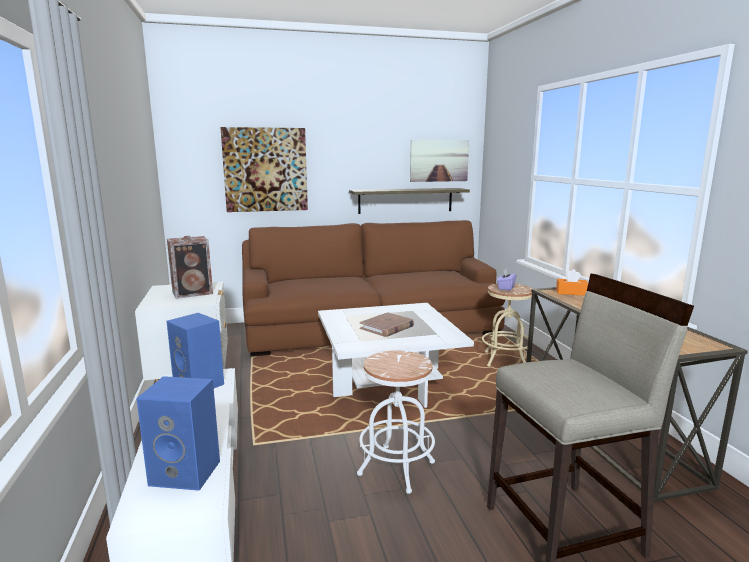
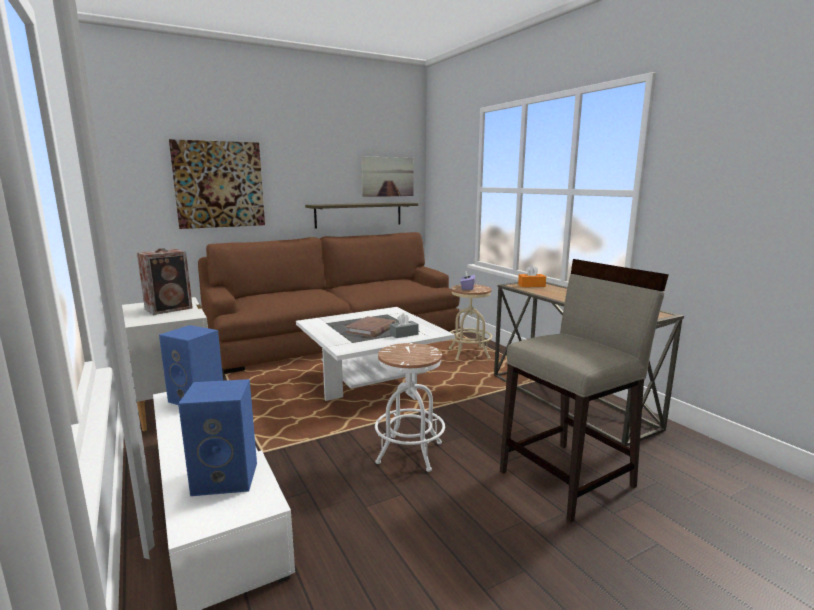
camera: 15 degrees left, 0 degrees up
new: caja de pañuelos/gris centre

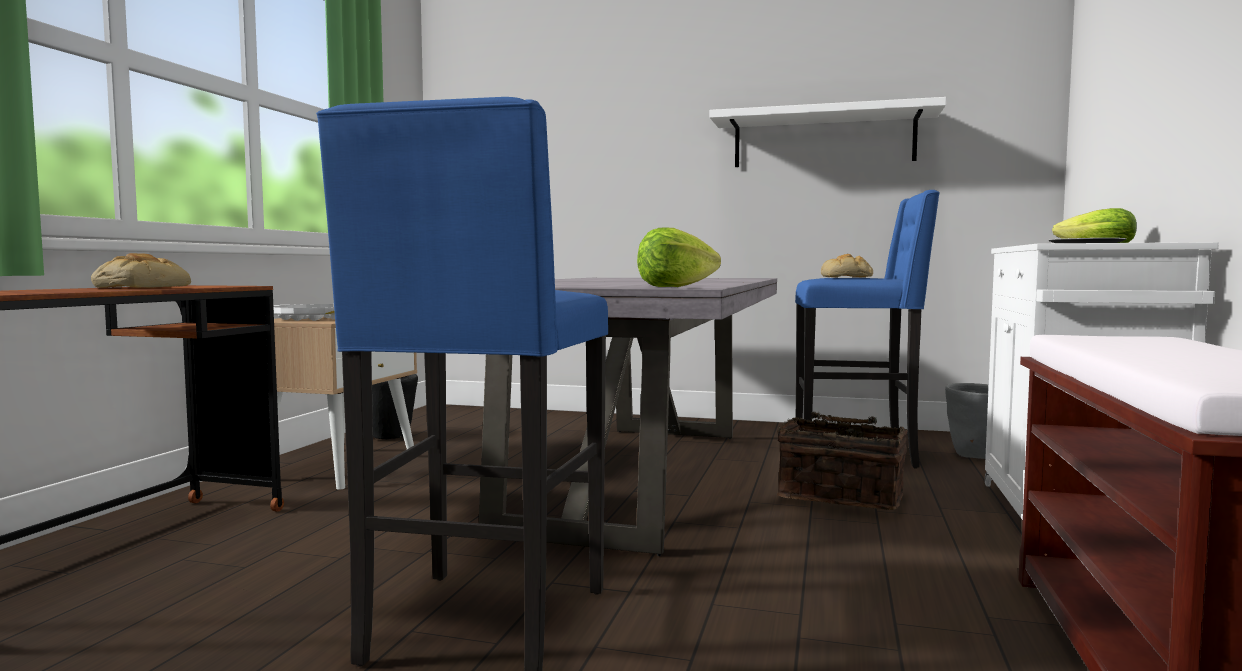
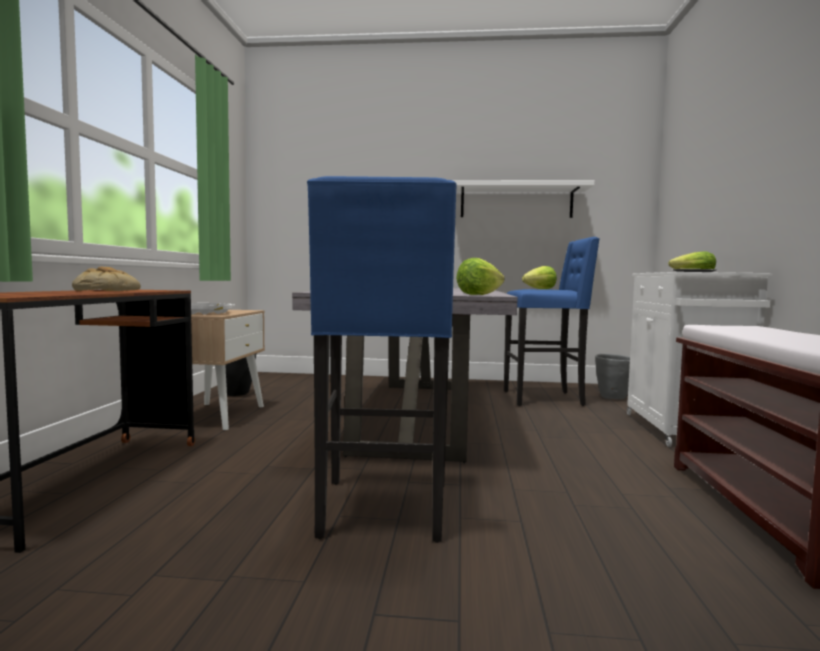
camera: 10 degrees left, 0 degrees up
gone: cesta bottom right
swapped: pan (no. 2 from left) middle right to lechuga (no. 2 from left) centre

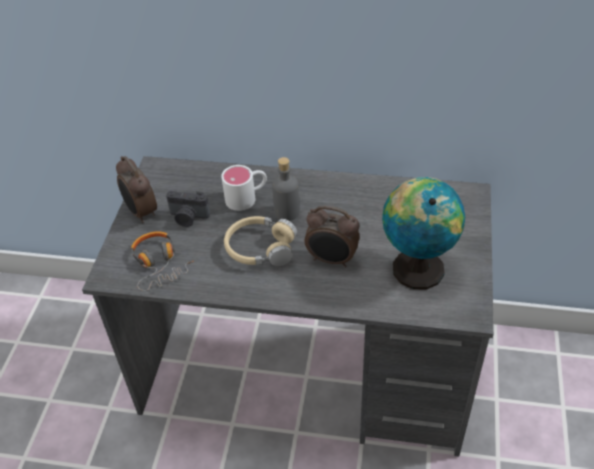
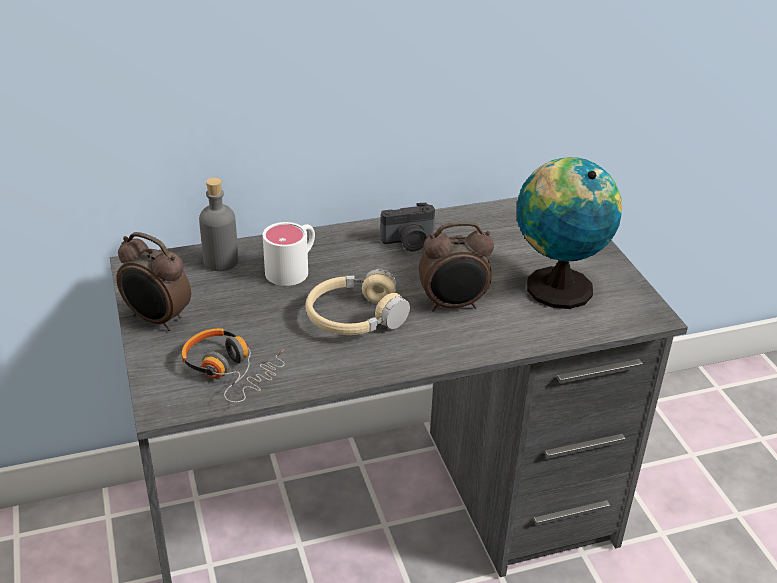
camera: 30 degrees left, 10 degrees down
shifted: botella/gris centre to middle left; cámara middle left to centre

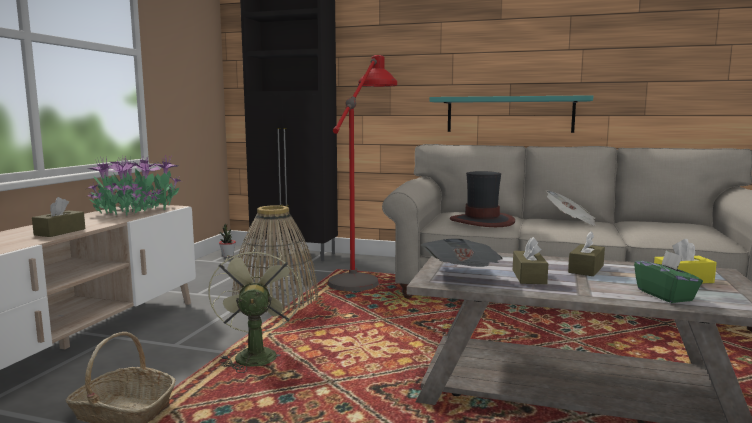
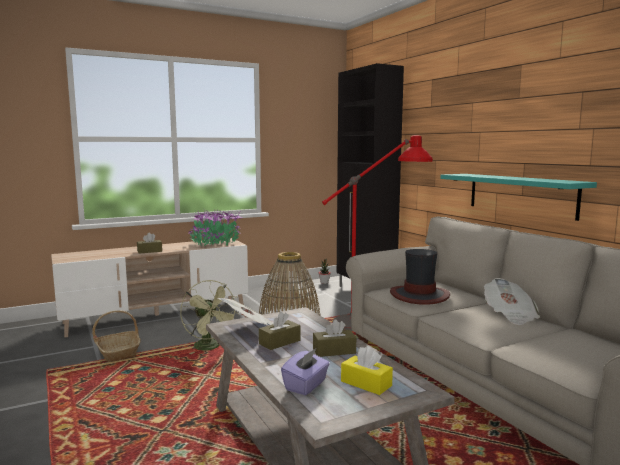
camera: 45 degrees right, 0 degrees up
repainted: caja de pañuelos/verde middle right to caja de pañuelos/morado bottom centre
rotated: ventilador/verde bottom centre = bottom centre 105 degrees clockwise

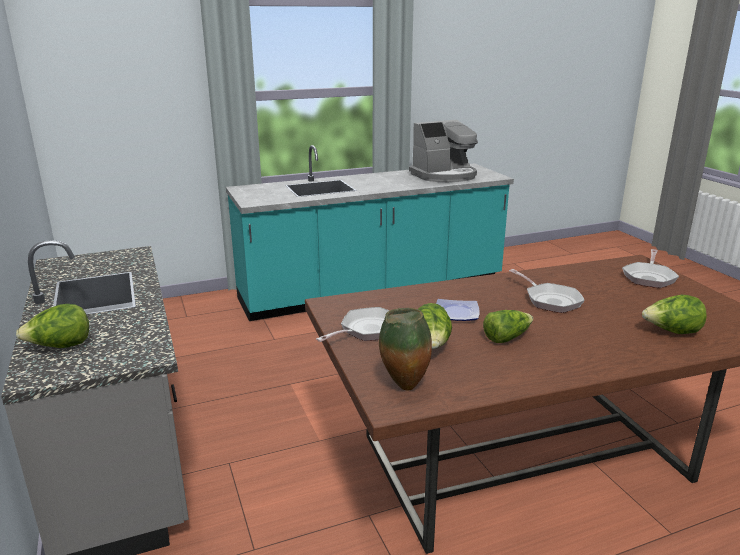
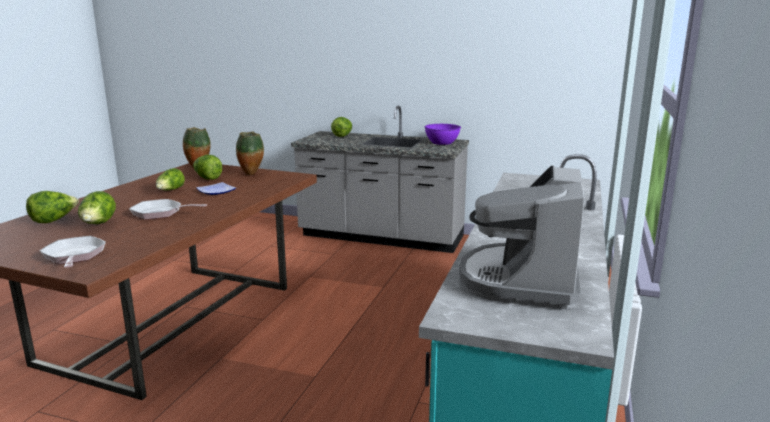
camera: 130 degrees right, 5 degrees down
new: lechuga (no. 2 from left) middle left; cuenco/morado top centre
swapped: sartén (no. 1 from left) centre to florero (no. 2 from left) middle left

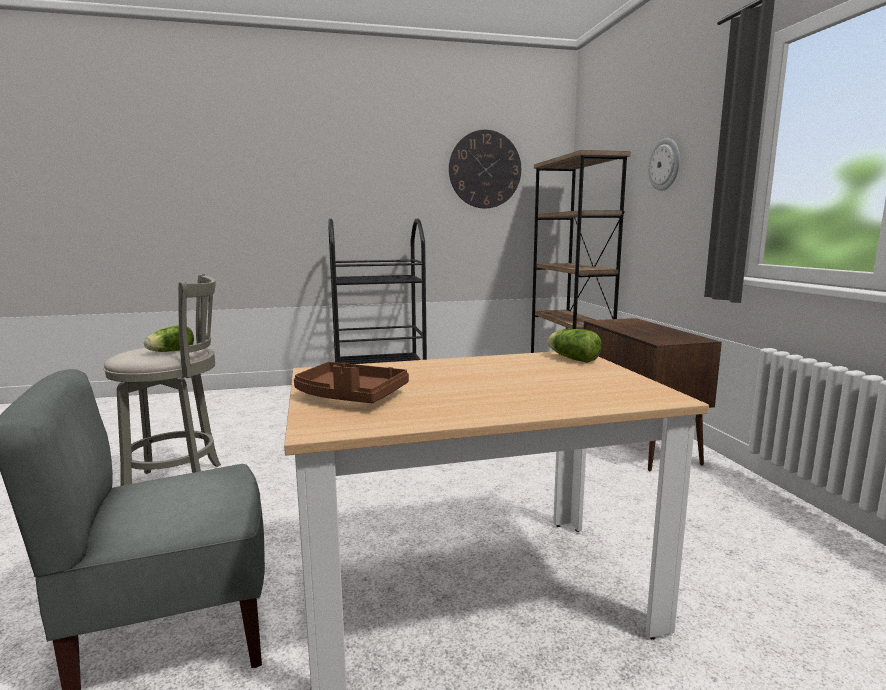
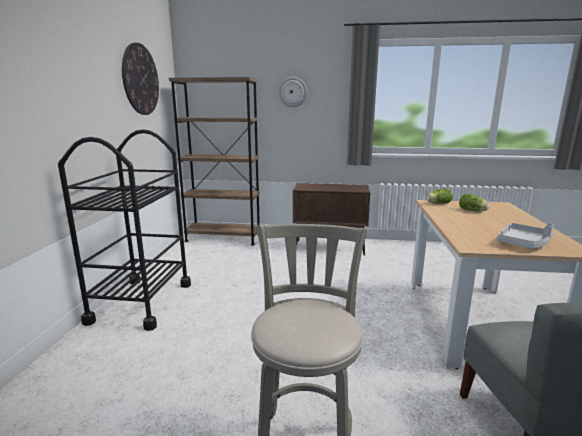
camera: 70 degrees left, 5 degrees up
shifted: lechuga (no. 1 from left in the first image) middle left to lechuga (no. 2 from left) middle right
repainted: bandeja/marrón centre to bandeja/gris middle right

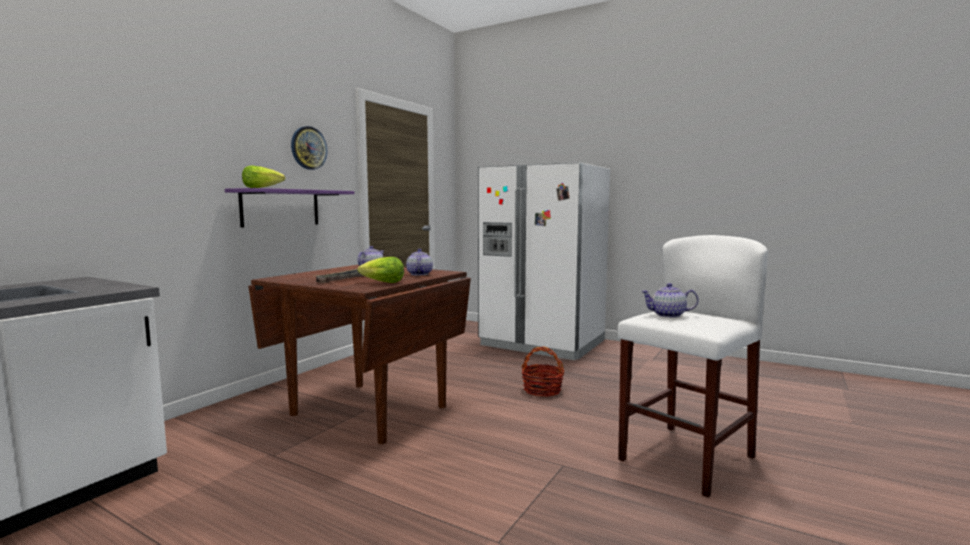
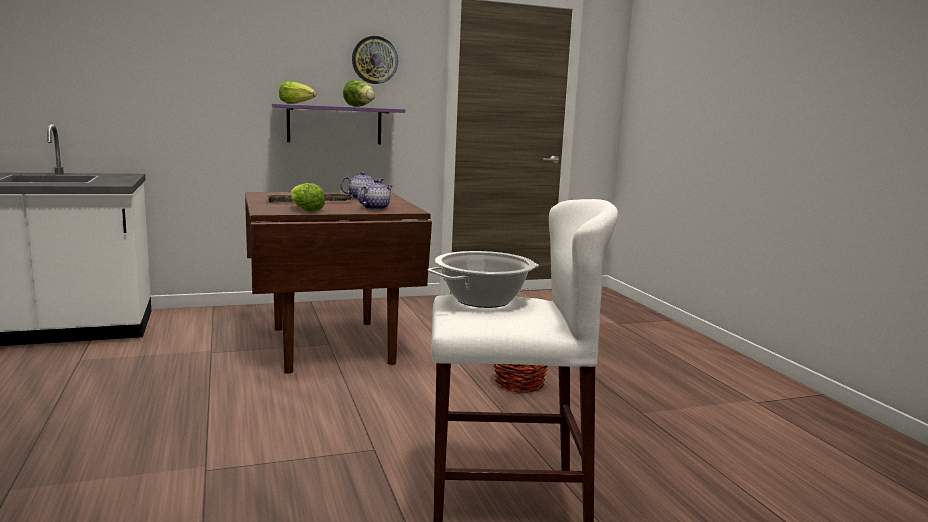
camera: 40 degrees right, 5 degrees up
gone: nevera/blanco centre
new: lechuga (no. 3 from left) top centre
swapped: tetera (no. 3 from left) middle right to olla centre

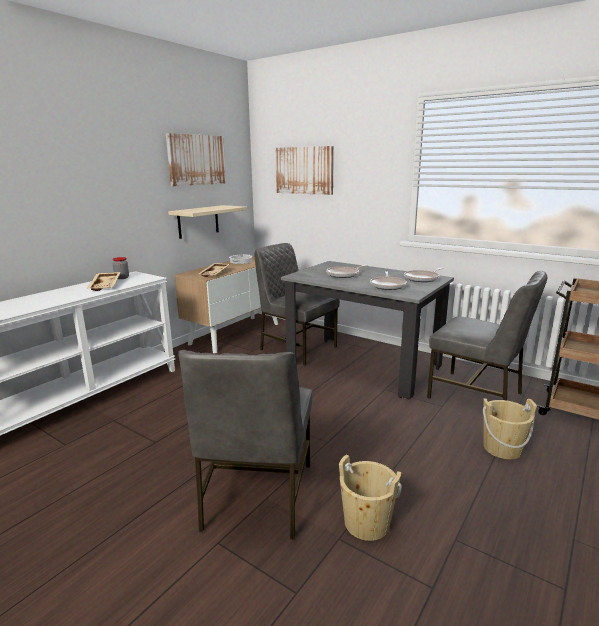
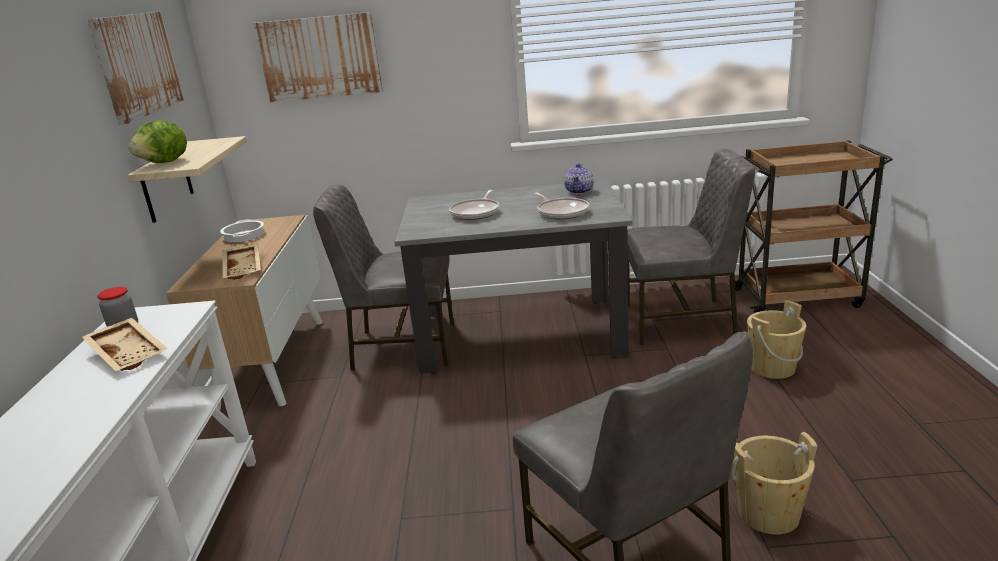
camera: 35 degrees left, 5 degrees up
new: lechuga top left
swapped: sartén (no. 3 from left) middle right to tetera top centre

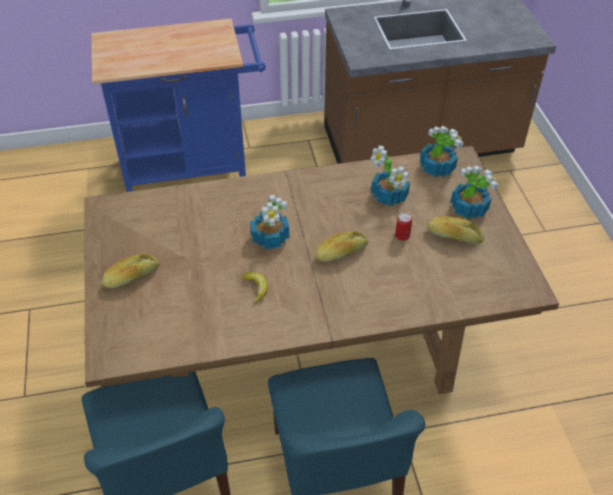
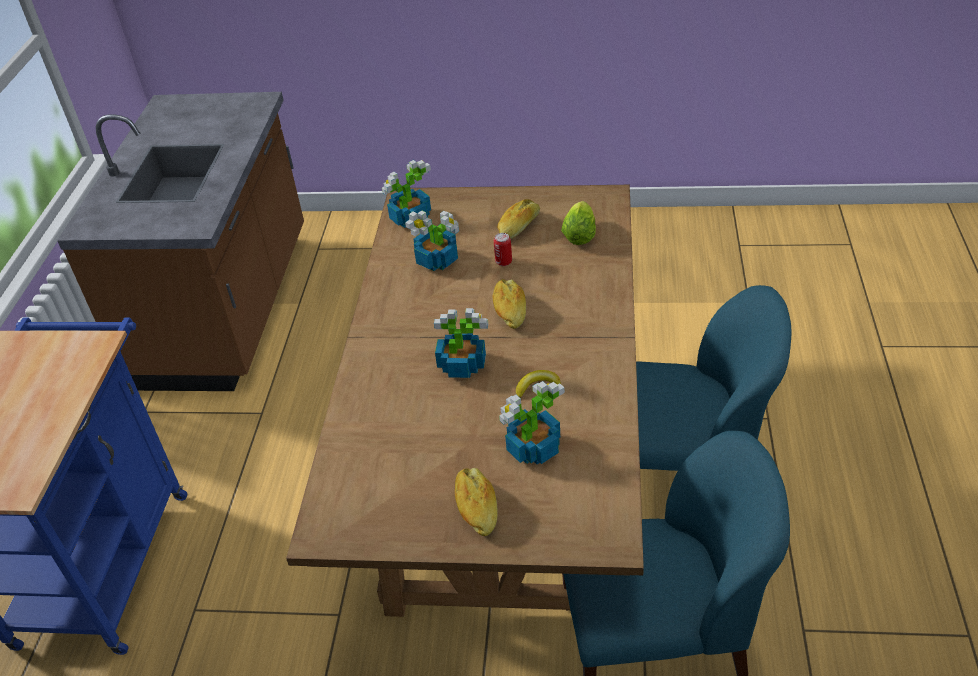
camera: 70 degrees left, 5 degrees down
new: lechuga top centre
shifted: planta en maceta (no. 4 from left) middle right to centre

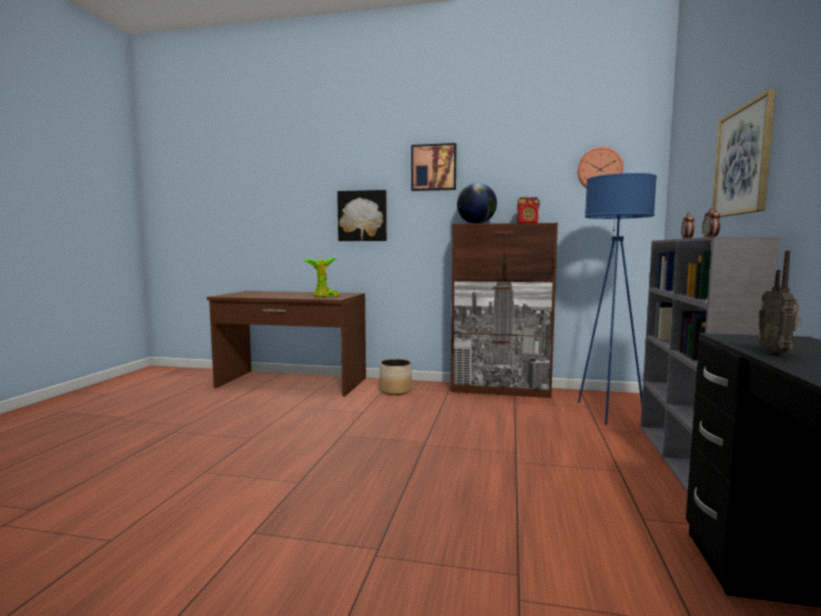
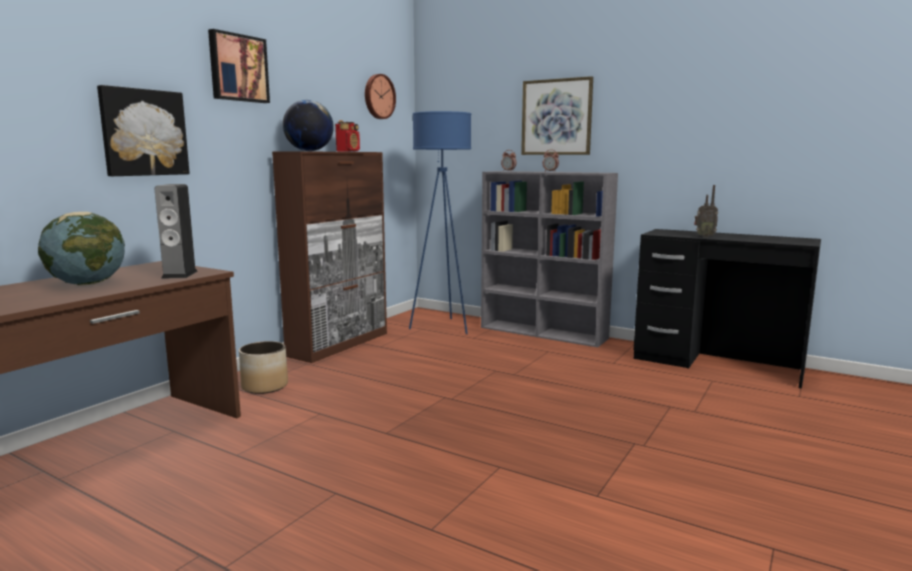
camera: 70 degrees left, 5 degrees up
new: globo terráqueo (no. 1 from left) middle left
swapped: planta en maceta centre to altavoz middle left

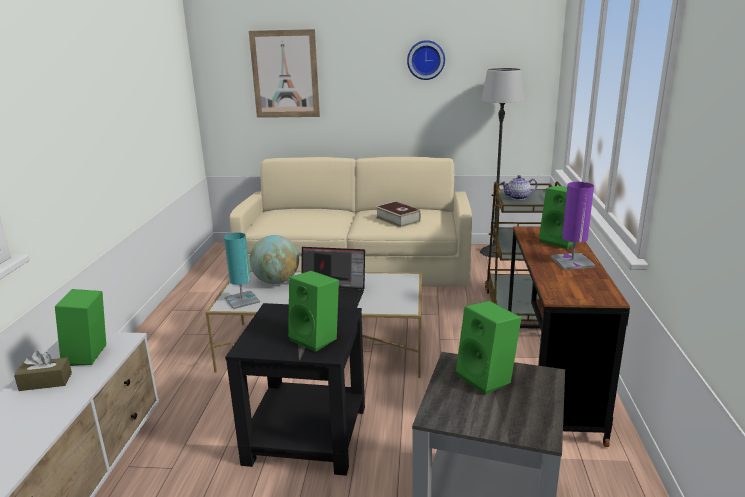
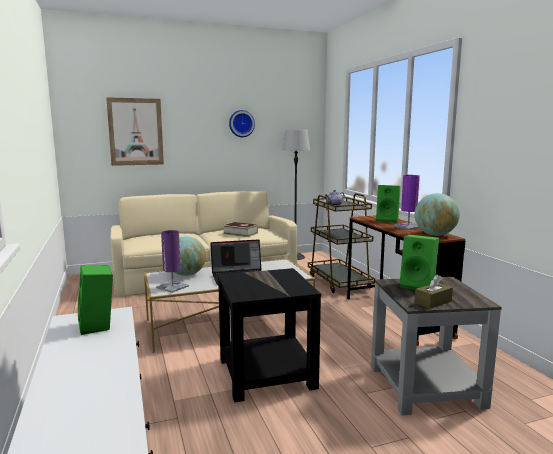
camera: 25 degrees left, 10 degrees down
gone: altavoz/verde (no. 2 from left) centre
new: globo terráqueo (no. 2 from left) middle right
shifted: caja de pañuelos/marrón bottom left to middle right
repainted: lámpara de mesa/turquesa middle left to lámpara de mesa/morado (no. 1 from left) middle left

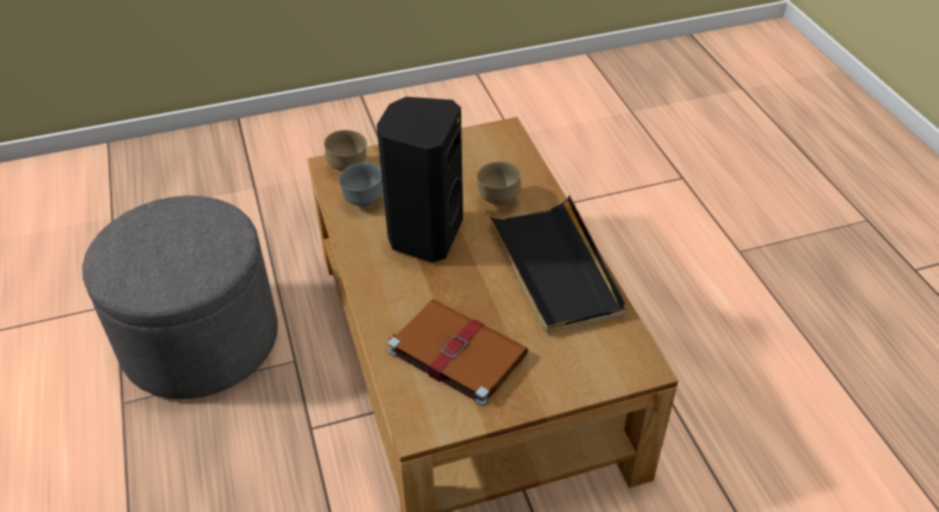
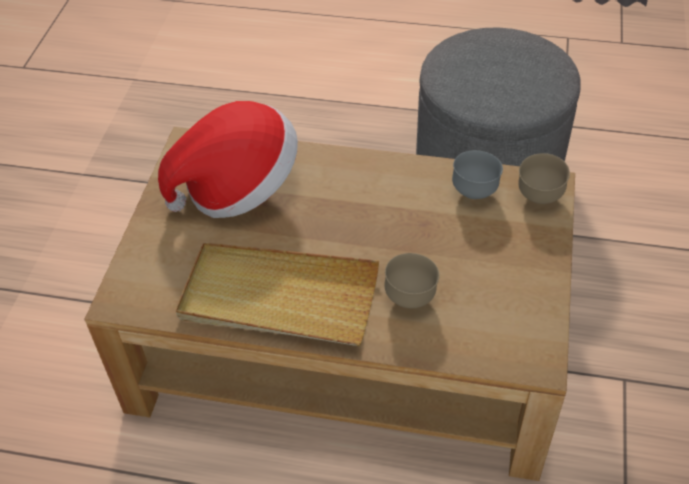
camera: 120 degrees right, 5 degrees up
gone: altavoz/negro centre
swapped: libro/marrón bottom centre to sombrero top left
repainted: bandeja/negro centre to bandeja/beis centre

